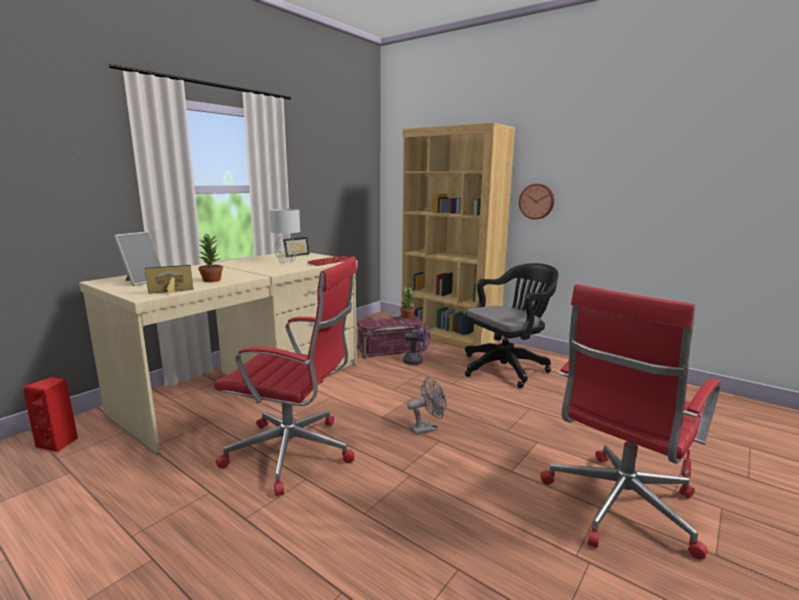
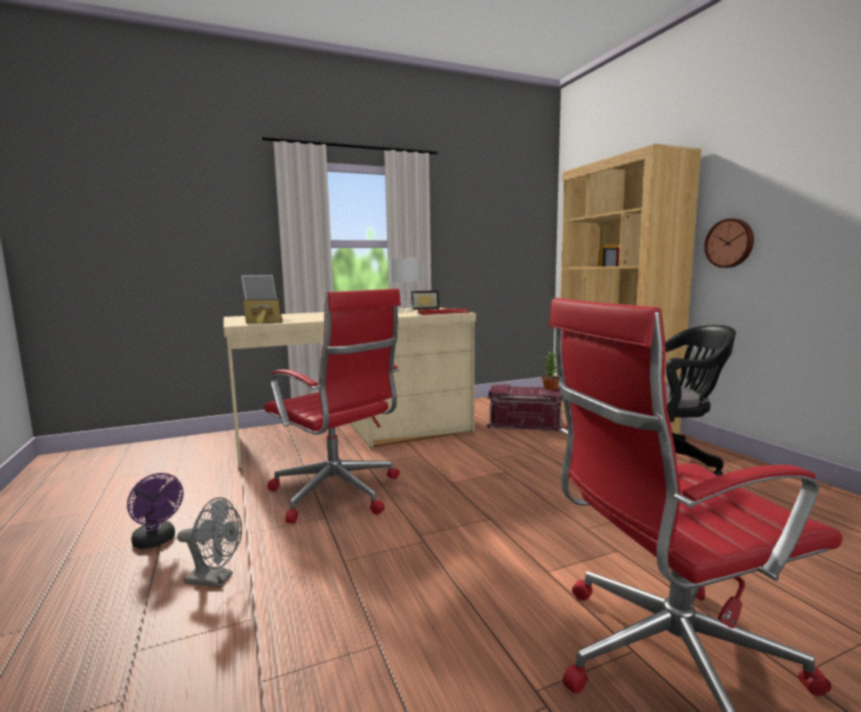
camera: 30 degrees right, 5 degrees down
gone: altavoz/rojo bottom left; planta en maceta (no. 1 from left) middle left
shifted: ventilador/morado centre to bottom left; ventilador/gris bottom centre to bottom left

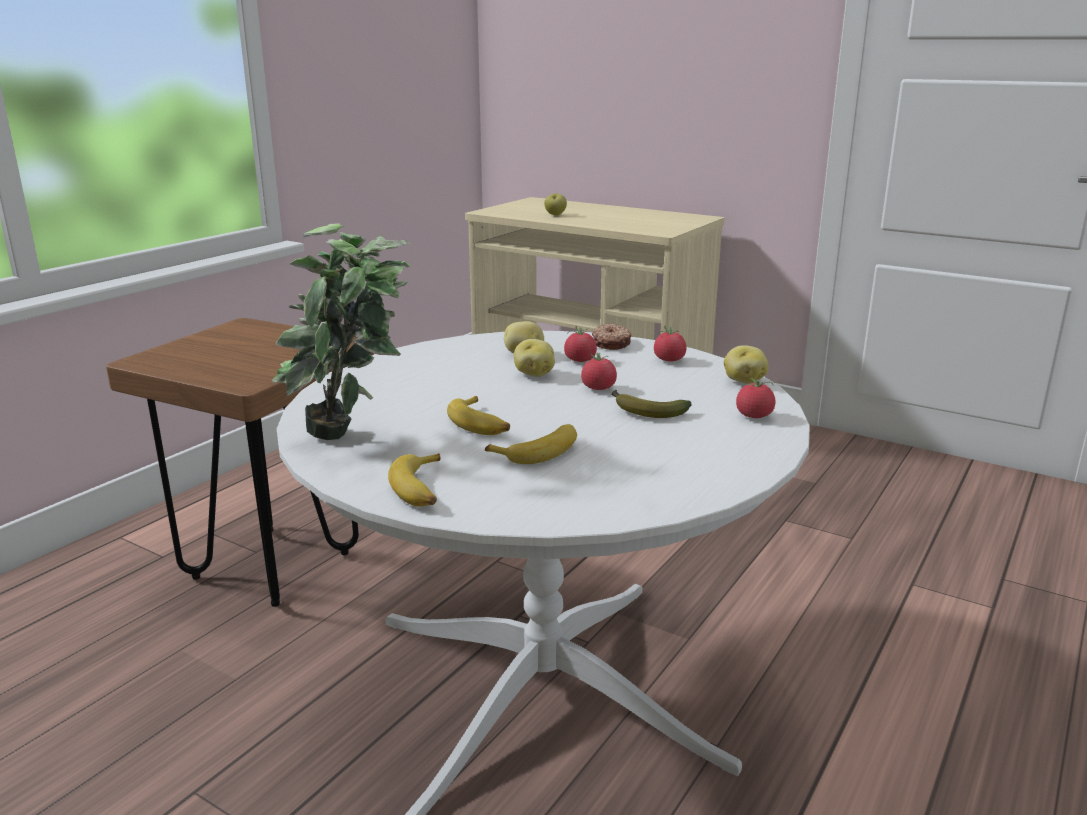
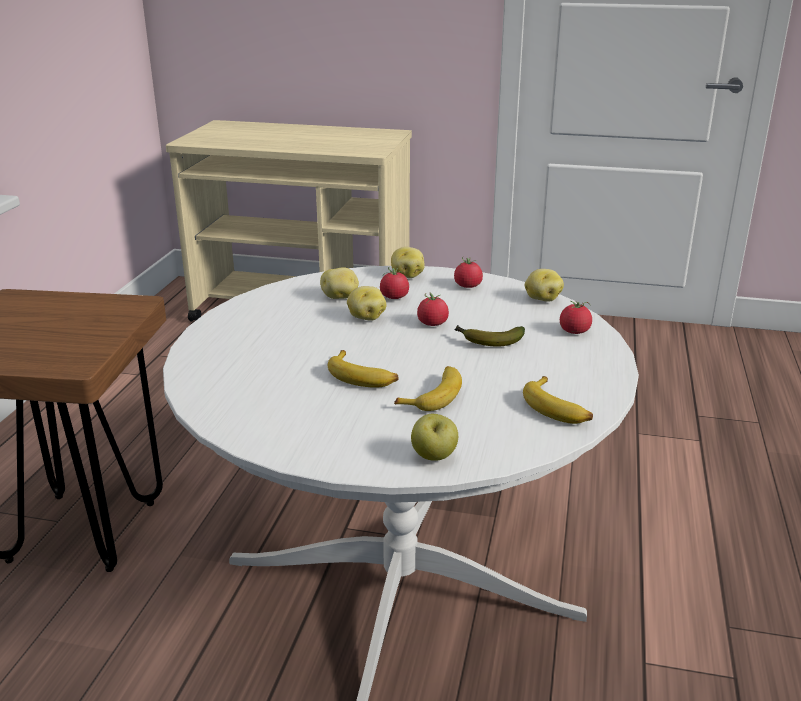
camera: 20 degrees left, 5 degrees up
gone: planta en maceta middle left
shifted: manzana top centre to centre; plátano (no. 1 from left in the first image) centre to plátano (no. 4 from left) middle right
swapped: rosquilla centre to patata (no. 3 from left) centre

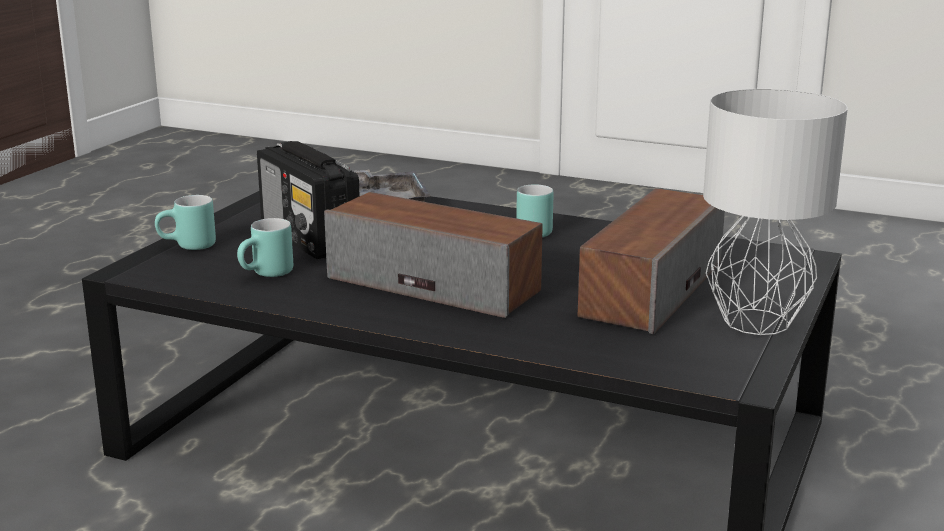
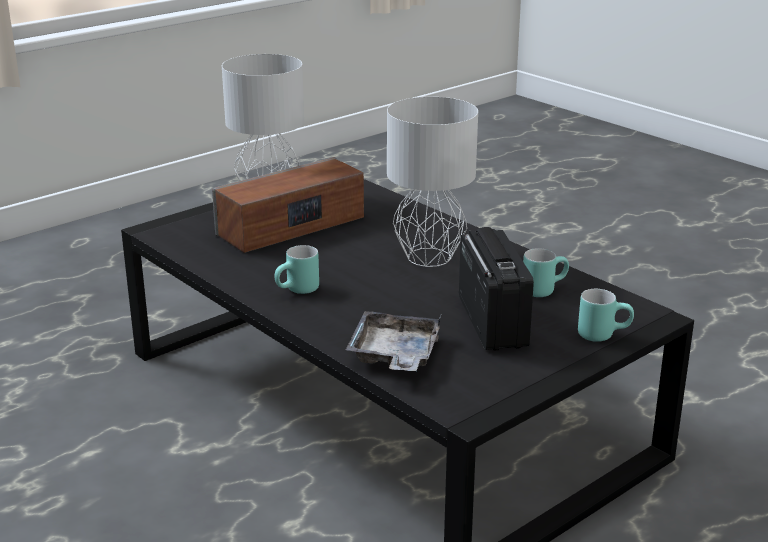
camera: 155 degrees left, 5 degrees up
swapped: altavoz (no. 1 from left) centre to lámpara de mesa/gris (no. 2 from left) centre

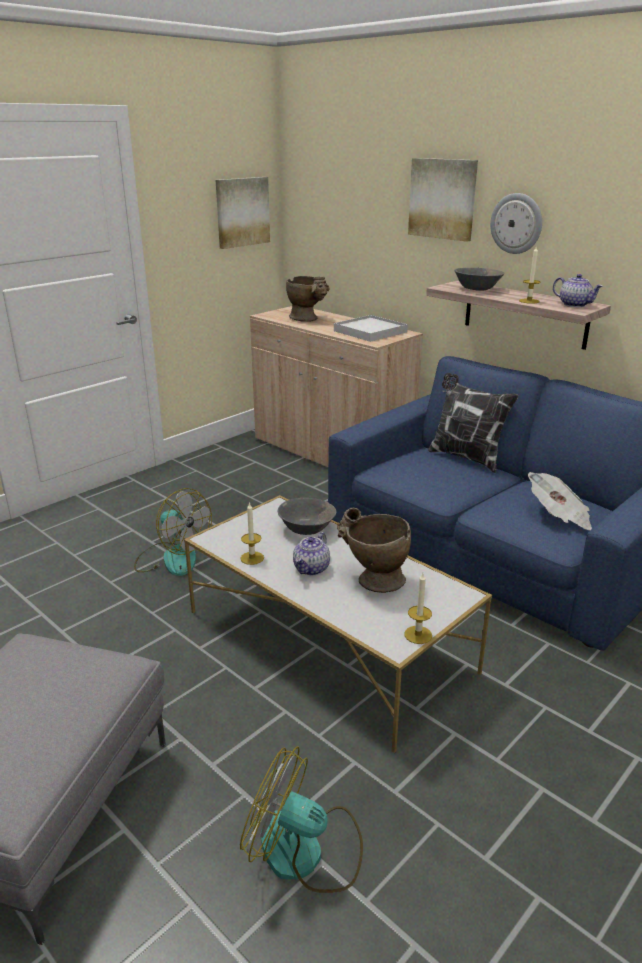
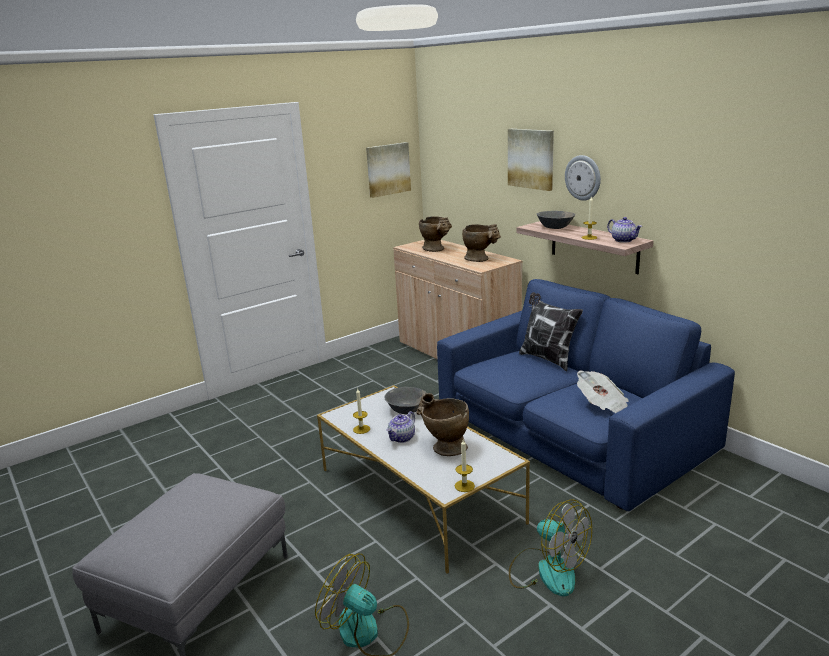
camera: 10 degrees right, 5 degrees down
shifted: ventilador (no. 1 from left in the first image) middle left to ventilador (no. 2 from left) bottom centre
swapped: bandeja/blanco centre to florero/beis (no. 3 from left) centre

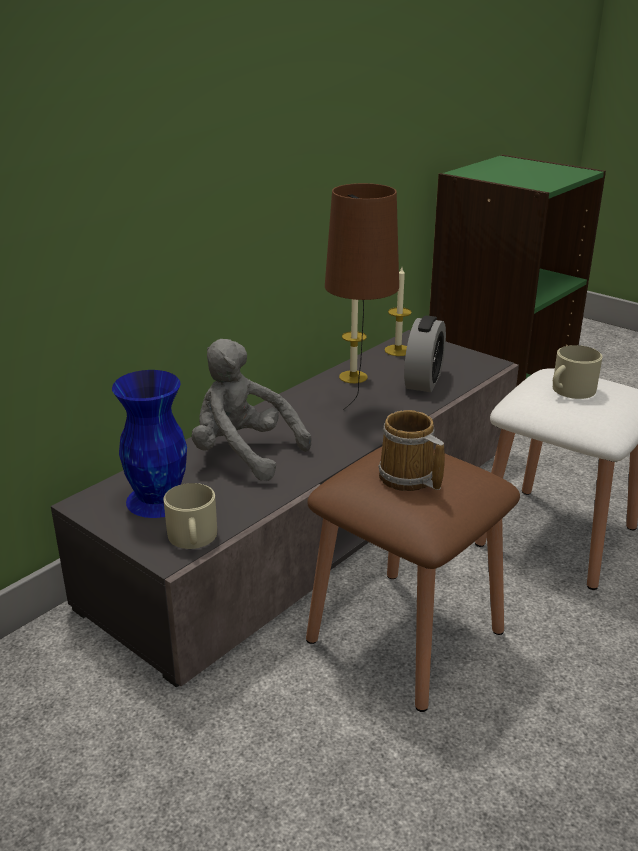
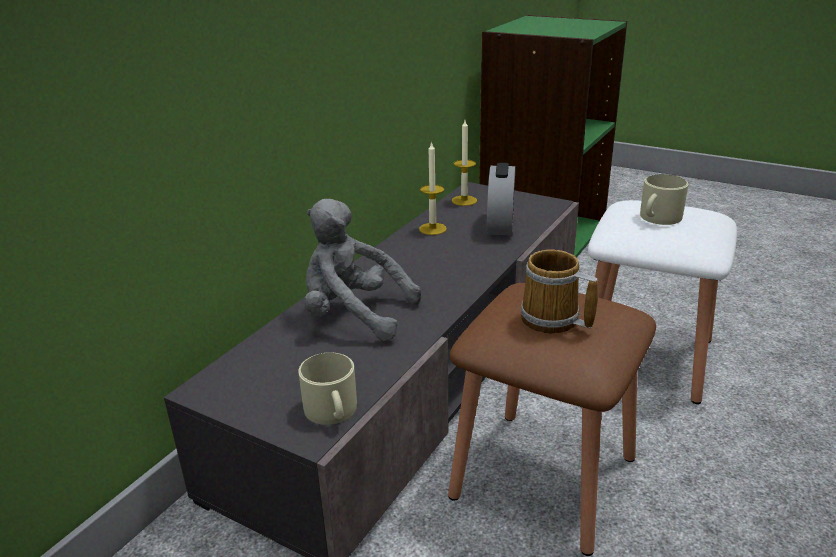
camera: 10 degrees left, 0 degrees up
gone: florero/azul middle left; lámpara de mesa/marrón centre

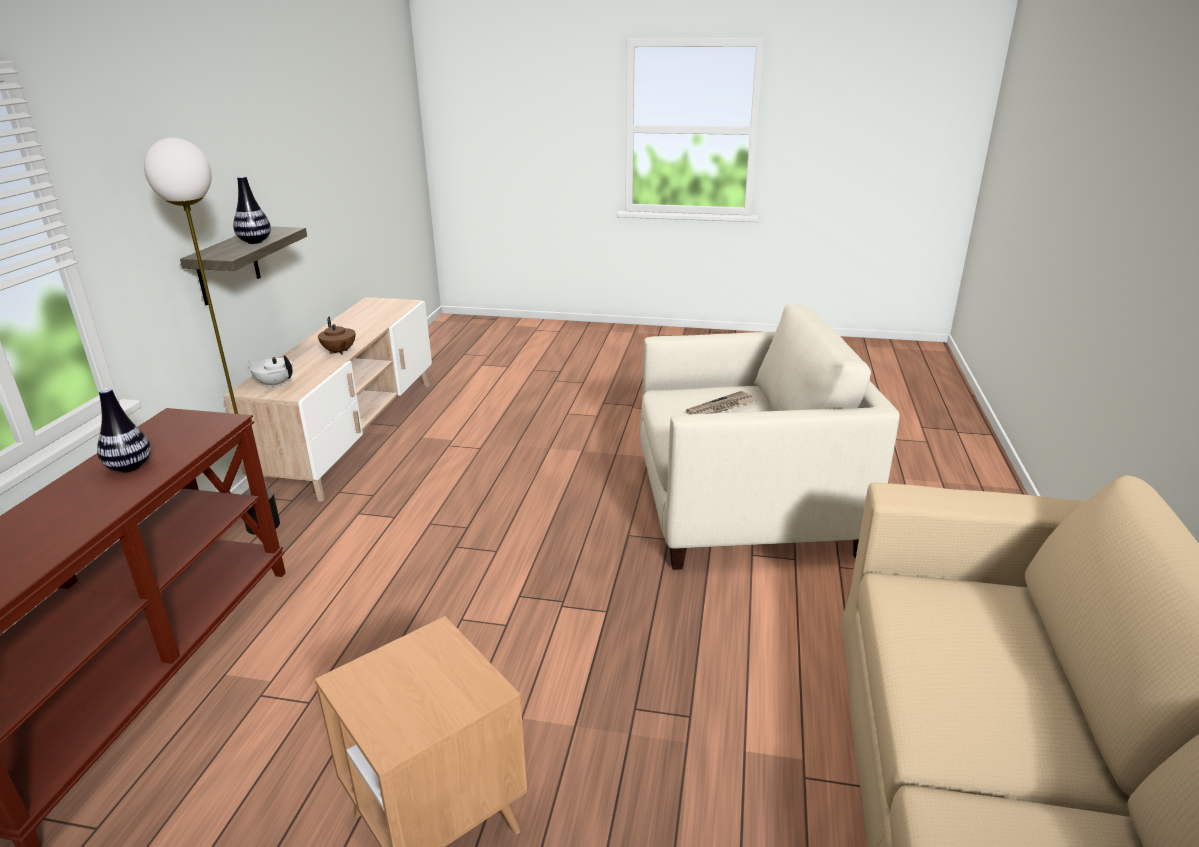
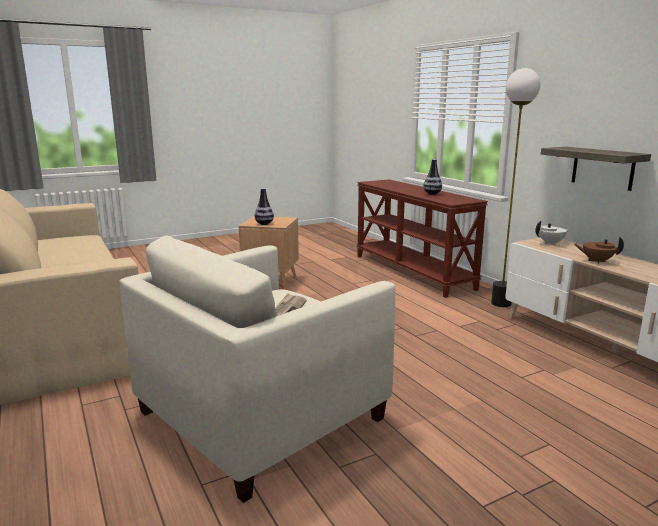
camera: 140 degrees right, 10 degrees down
shifted: florero (no. 2 from left in the first image) top left to florero (no. 1 from left) centre

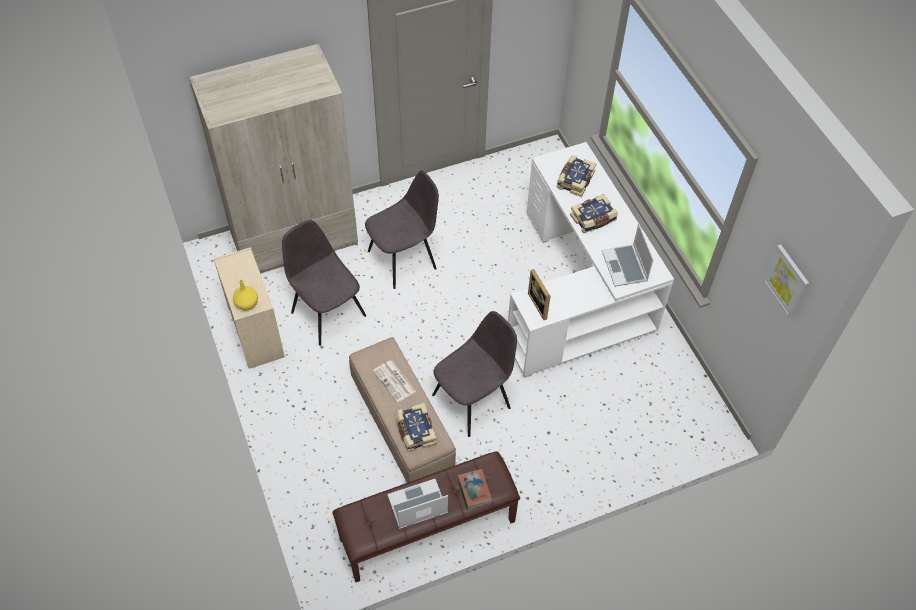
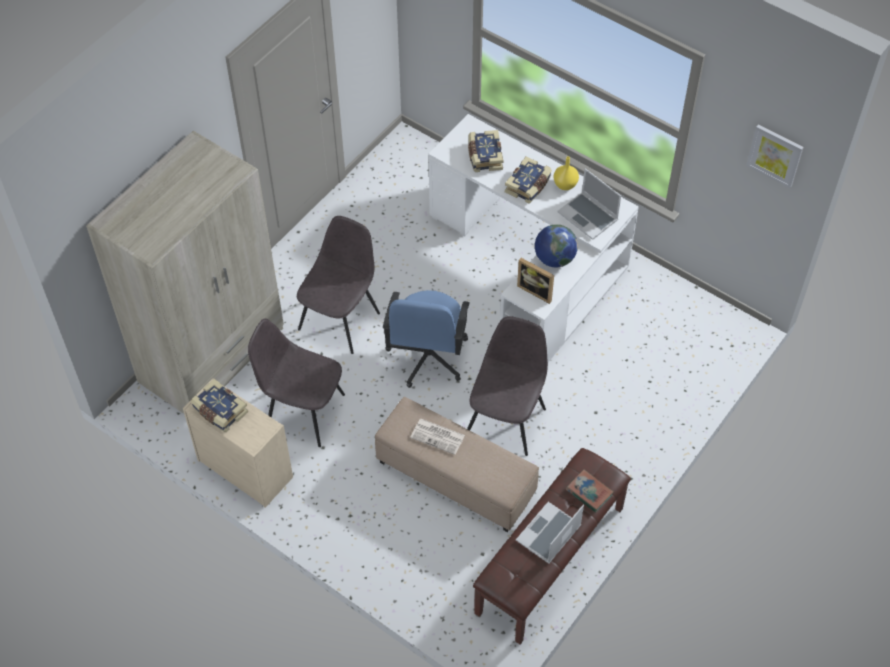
camera: 30 degrees left, 0 degrees up
new: silla de oficina/azul centre; globo terráqueo centre
shifted: libro (no. 1 from left) bottom centre to middle left; florero/amarillo middle left to top centre

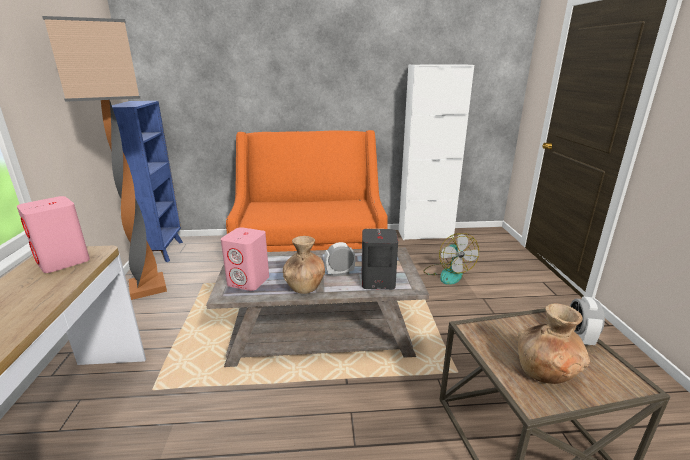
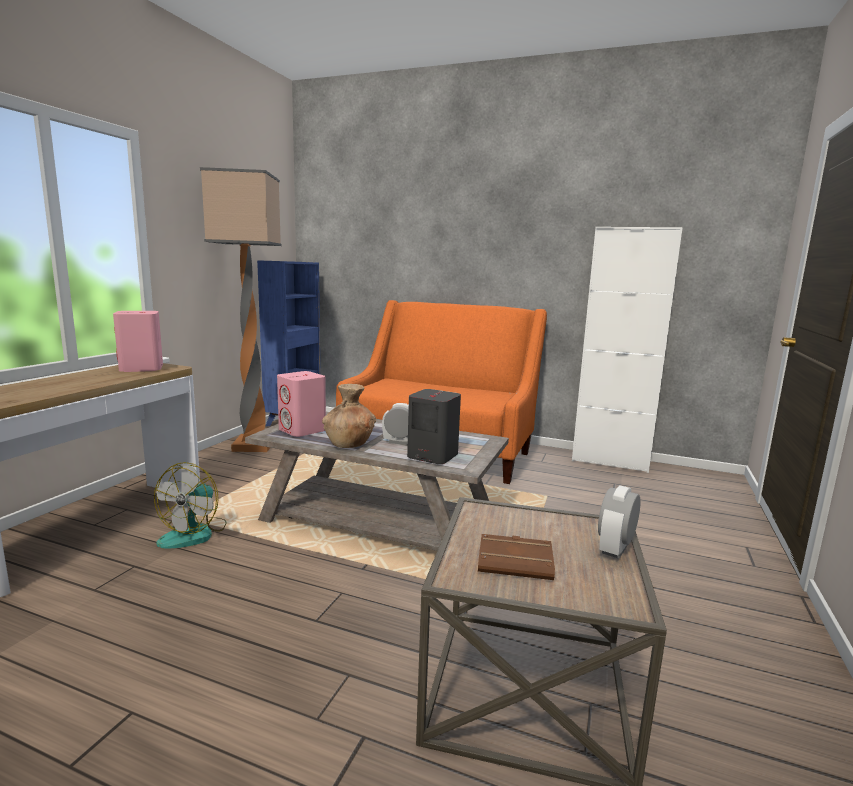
camera: 25 degrees right, 10 degrees down
shifted: ventilador centre to middle left
swapped: florero/marrón (no. 2 from left) bottom right to libro/marrón bottom centre

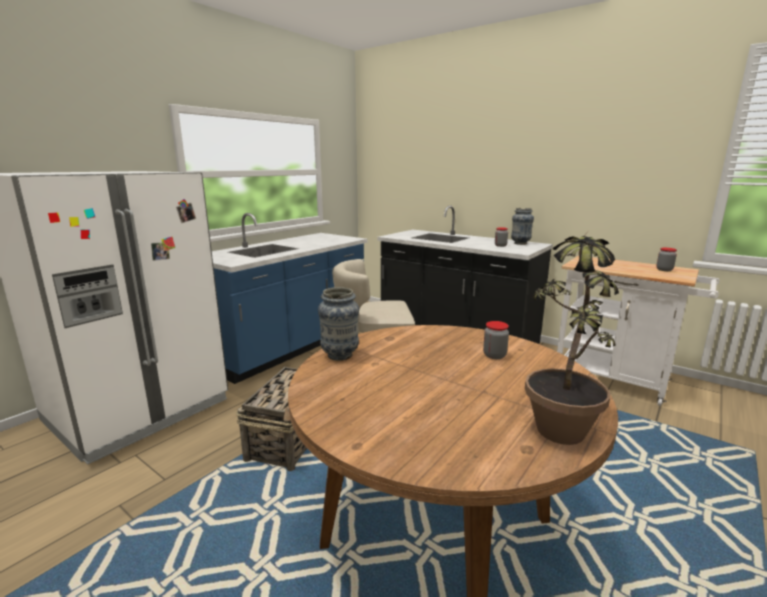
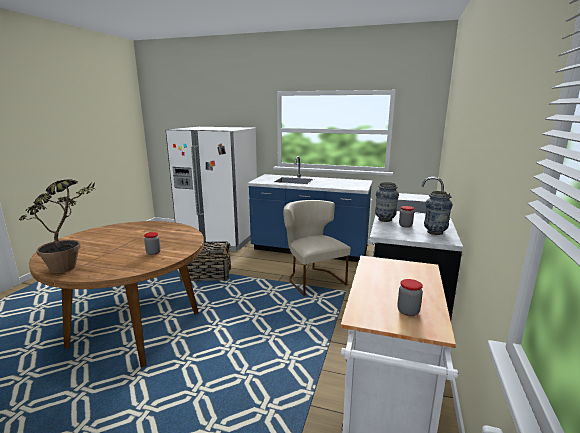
camera: 70 degrees right, 0 degrees up
shifted: florero (no. 1 from left) centre to middle right

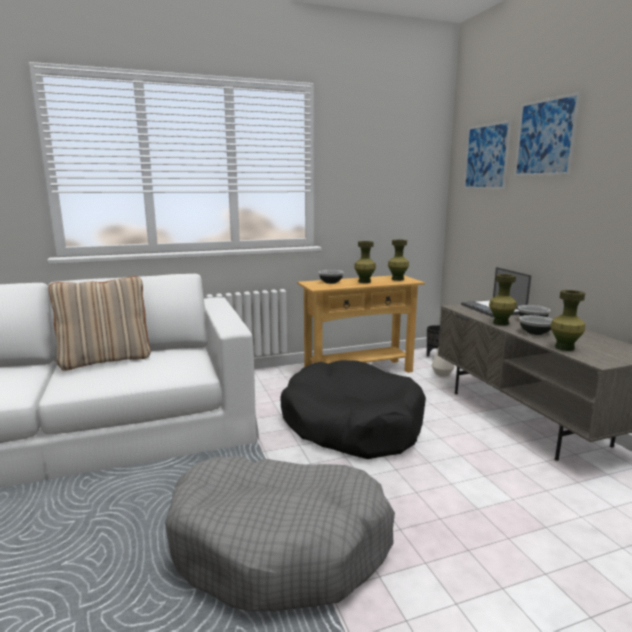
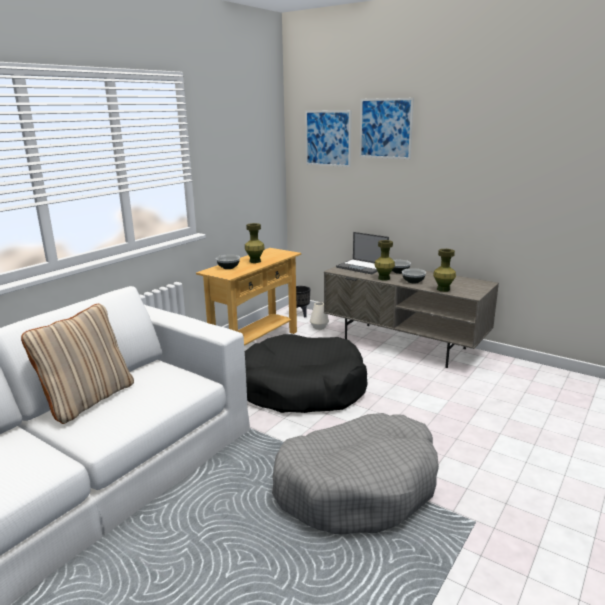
camera: 35 degrees left, 5 degrees up
gone: florero/verde (no. 2 from left) centre

